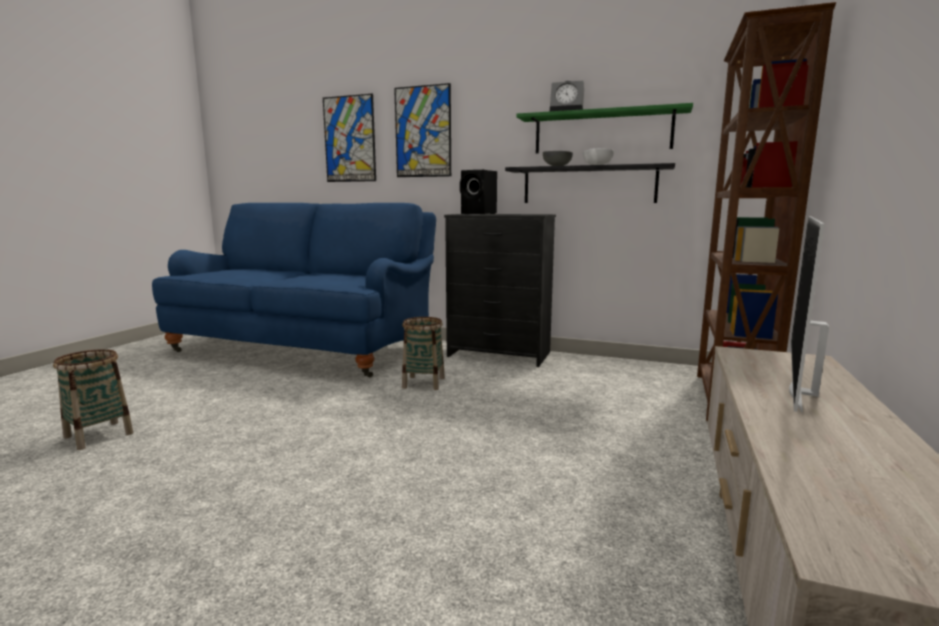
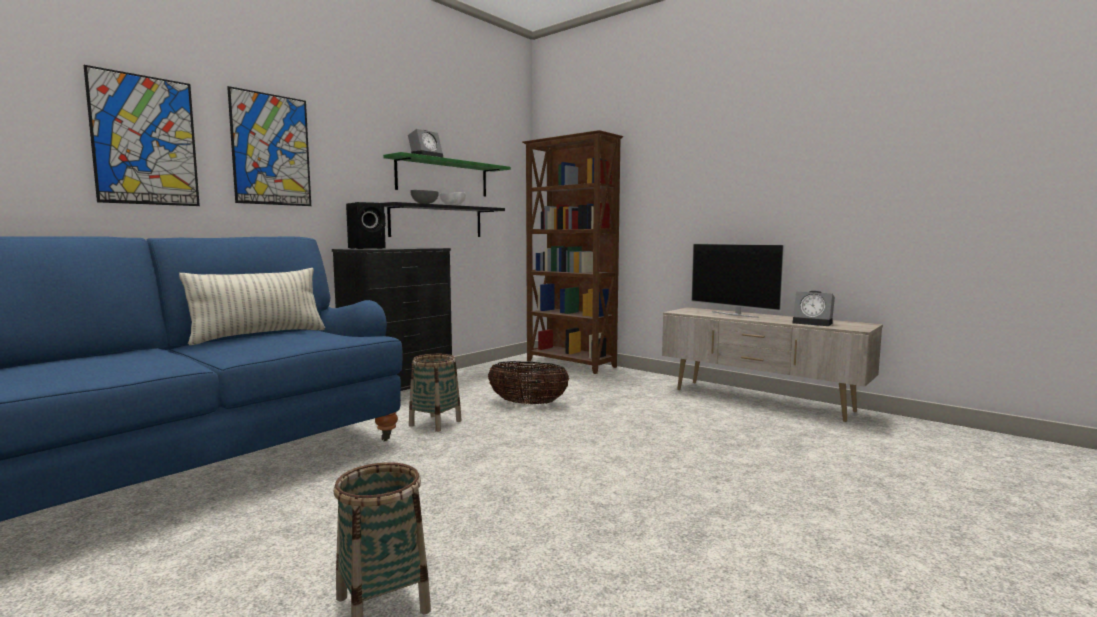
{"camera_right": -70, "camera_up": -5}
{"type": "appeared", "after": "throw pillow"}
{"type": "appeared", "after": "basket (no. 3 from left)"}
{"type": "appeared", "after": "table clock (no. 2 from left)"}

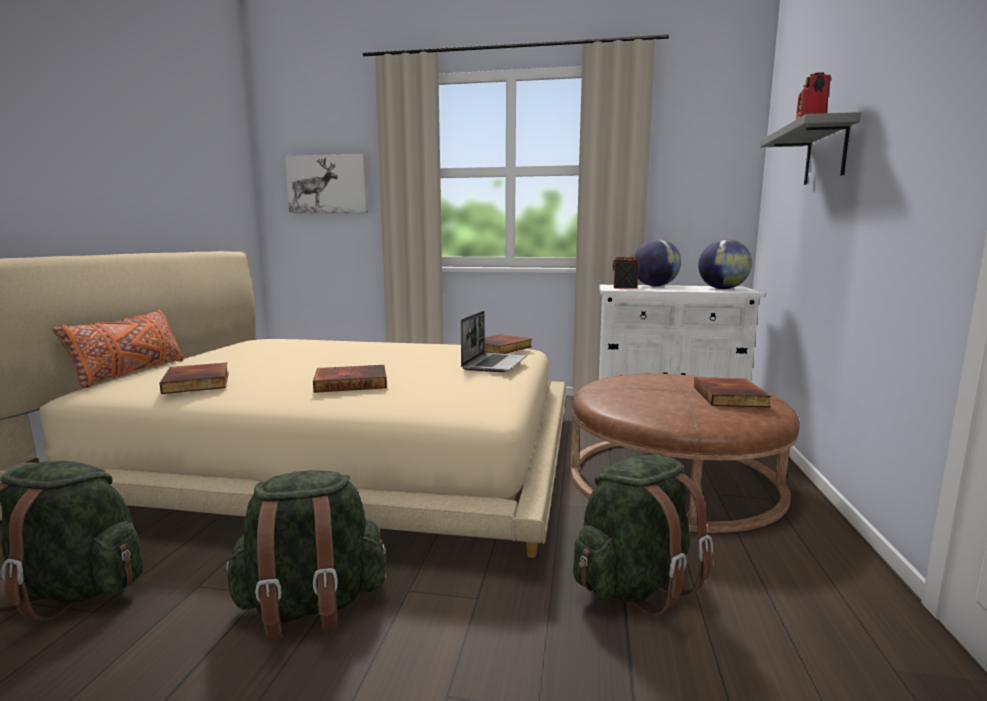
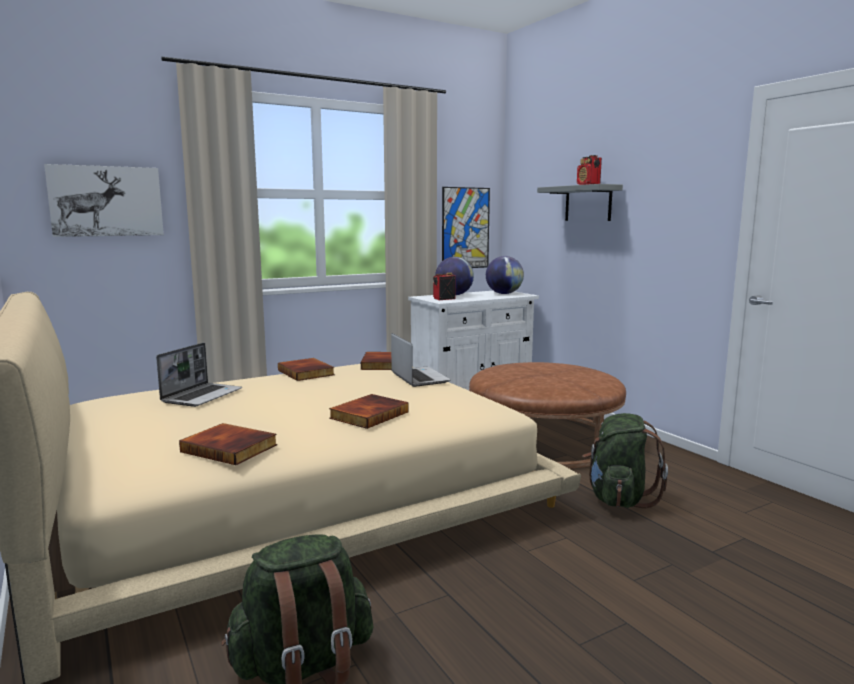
{"camera_right": -40, "camera_up": 0}
{"type": "missing", "before": "orange throw pillow"}
{"type": "missing", "before": "green-coloured backpack (no. 2 from left)"}
{"type": "appeared", "after": "notebook computer (no. 1 from left)"}
{"type": "appeared", "after": "wall art (no. 2 from left)"}
{"type": "relocated", "before": "book (no. 4 from left in the first image)", "after": "book (no. 2 from left)"}

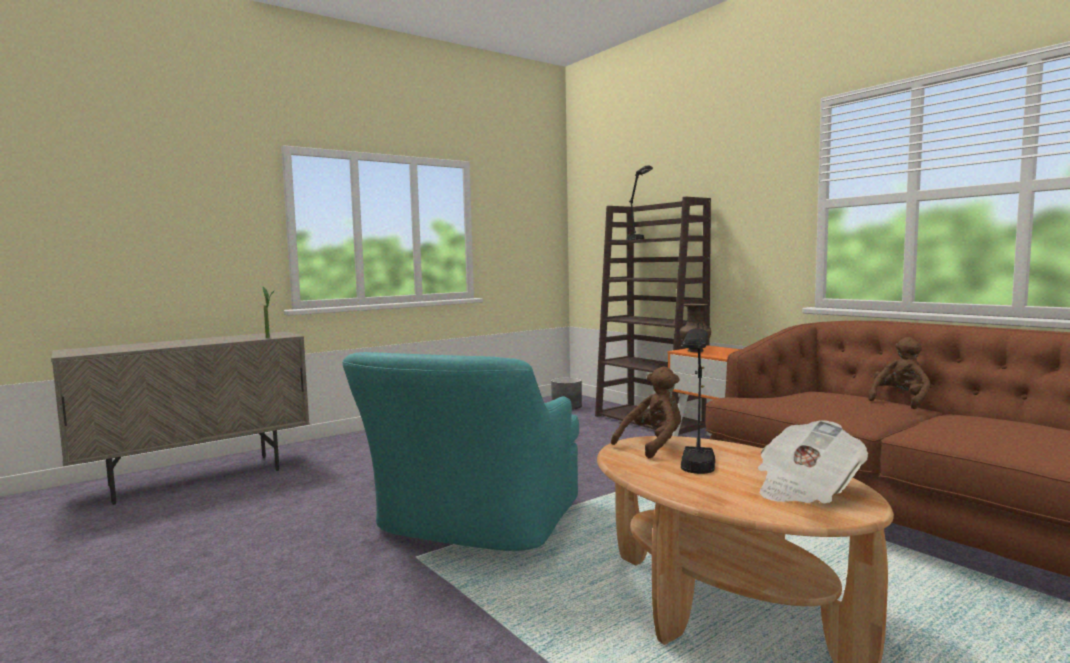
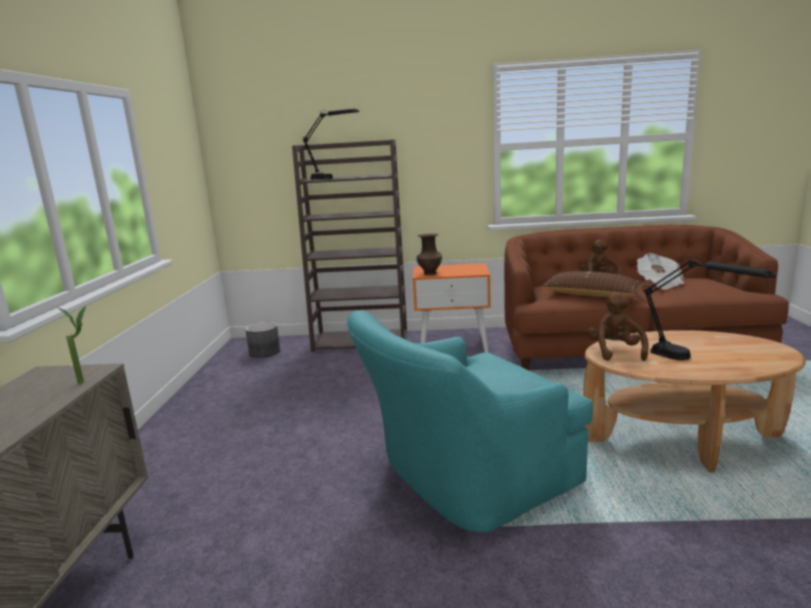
{"camera_right": -50, "camera_up": 10}
{"type": "appeared", "after": "brown throw pillow"}
{"type": "relocated", "before": "daily paper"}
{"type": "spun", "before": "blue-green armchair", "turn": 90}

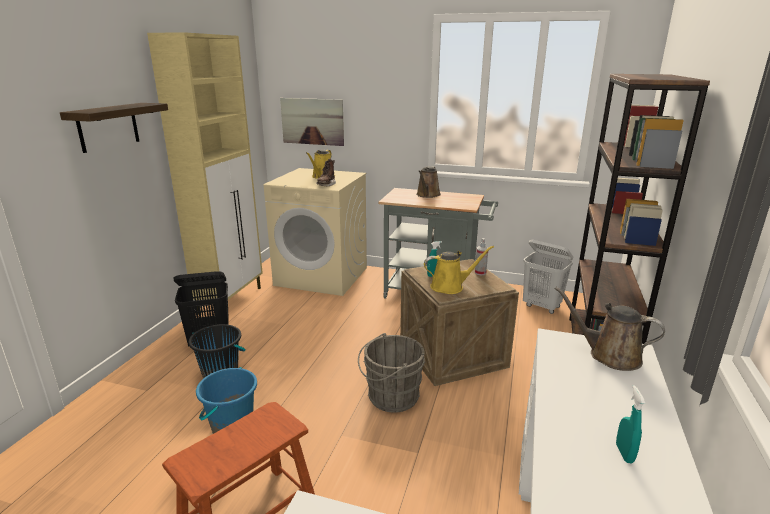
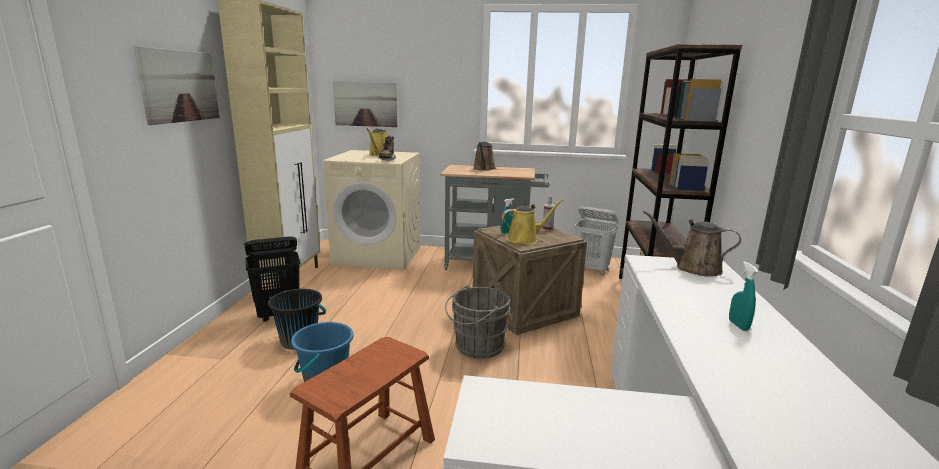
{"camera_right": -10, "camera_up": -5}
{"type": "exchanged", "before": "shelf", "after": "wall art (no. 1 from left)"}

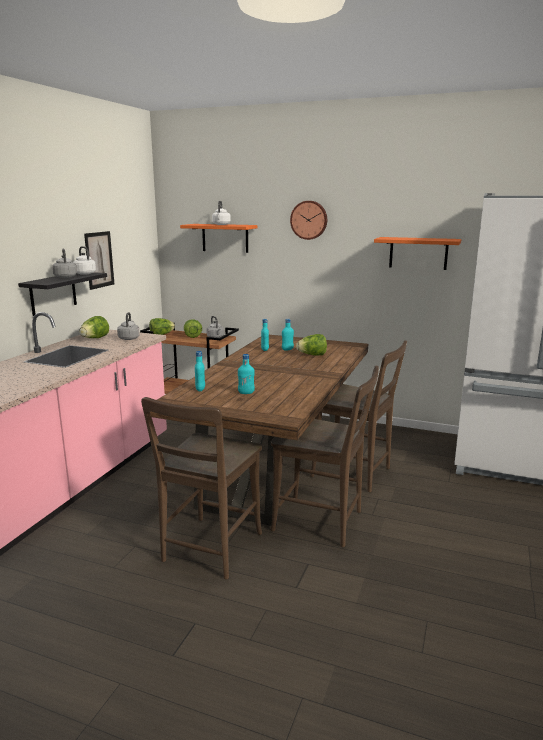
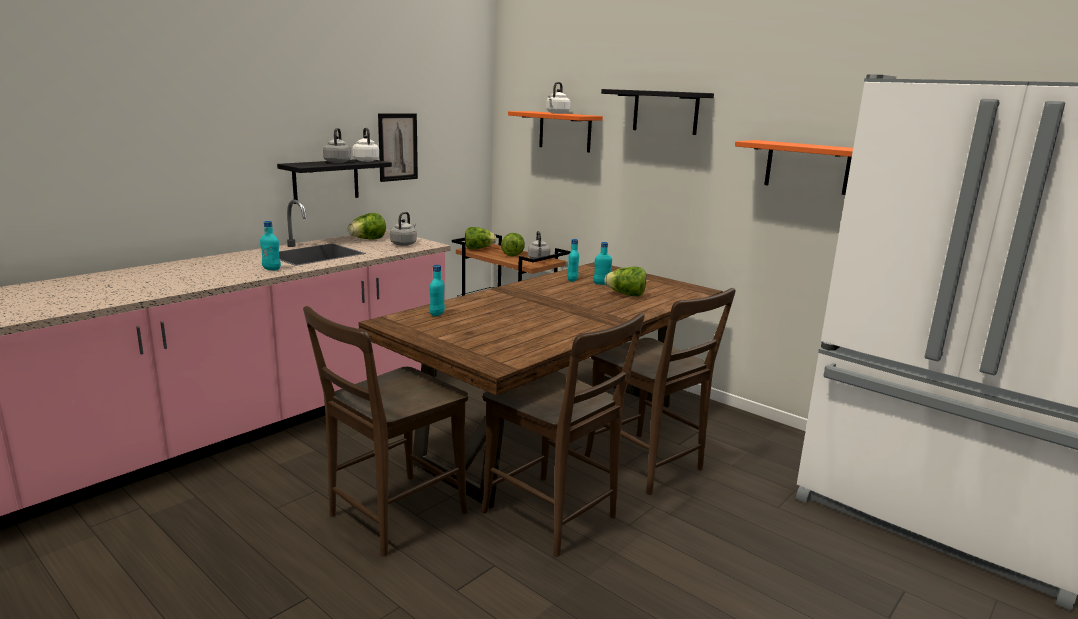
{"camera_right": 20, "camera_up": 0}
{"type": "relocated", "before": "blue-green beverage bottle (no. 2 from left in the first image)", "after": "blue-green beverage bottle (no. 1 from left)"}
{"type": "exchanged", "before": "clock on the wall", "after": "black shelf (no. 2 from left)"}

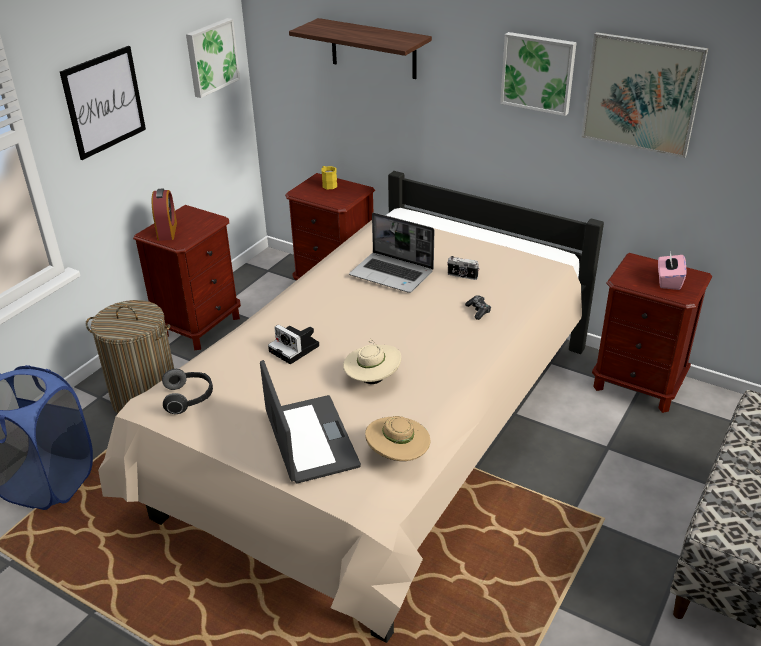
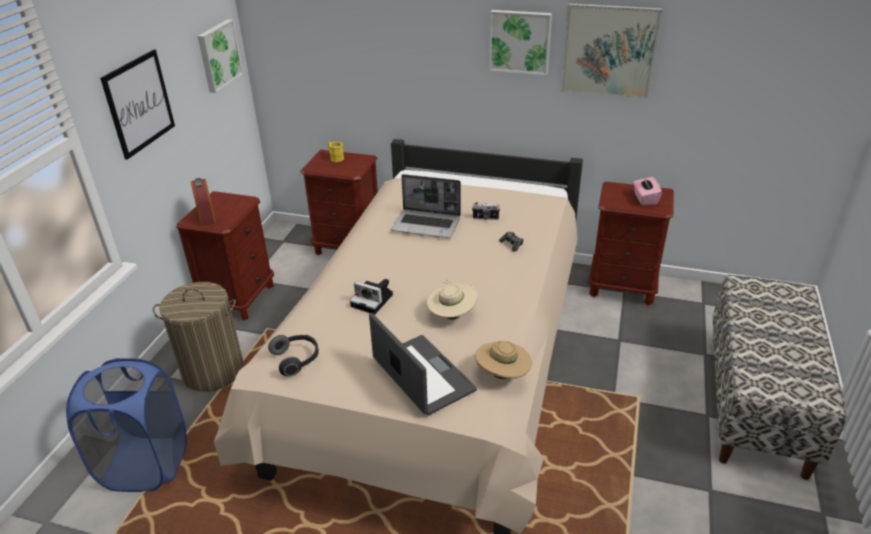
{"camera_right": -15, "camera_up": 0}
{"type": "missing", "before": "shelf"}

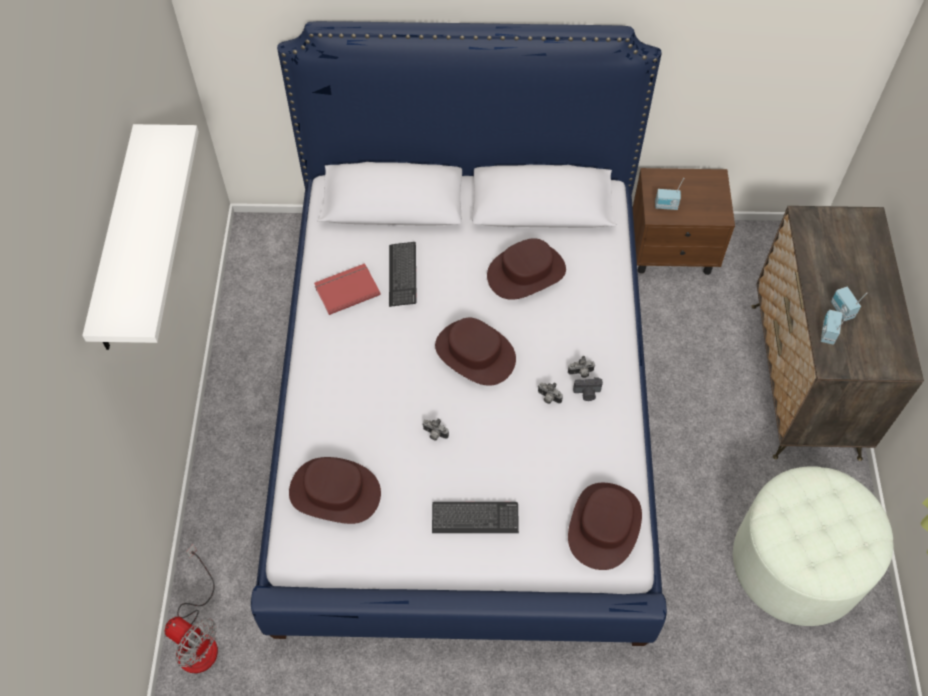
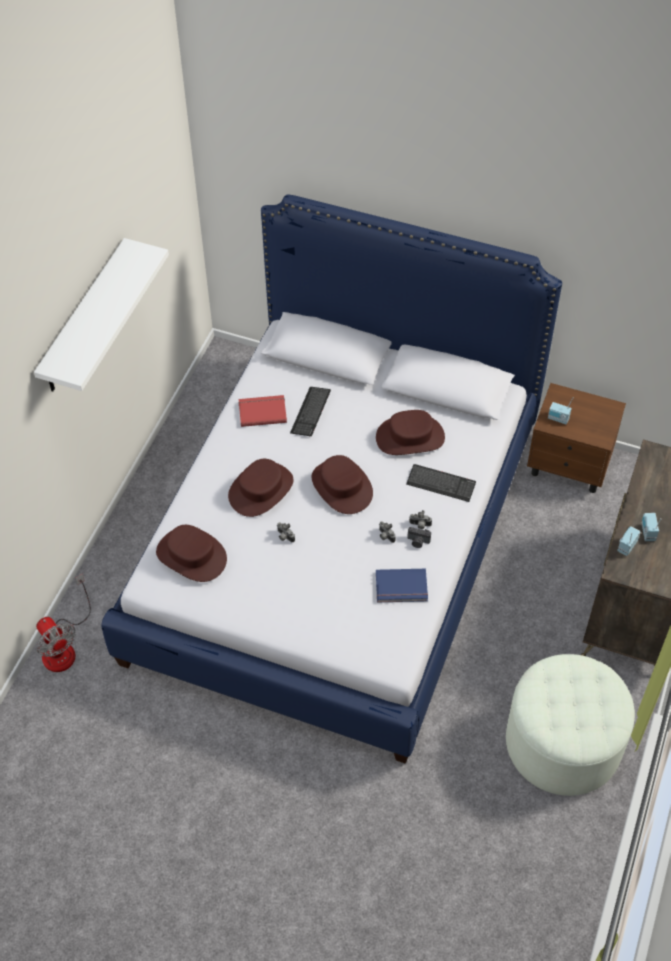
{"camera_right": 20, "camera_up": -5}
{"type": "appeared", "after": "bluish book"}
{"type": "relocated", "before": "computer keyboard (no. 2 from left)"}
{"type": "relocated", "before": "brown hat (no. 4 from left in the first image)", "after": "brown hat (no. 2 from left)"}

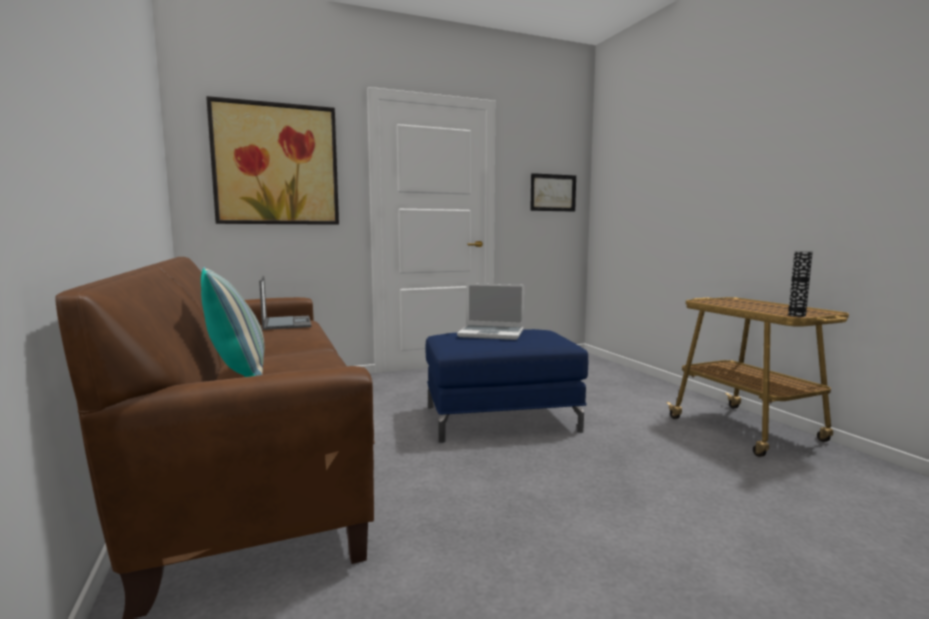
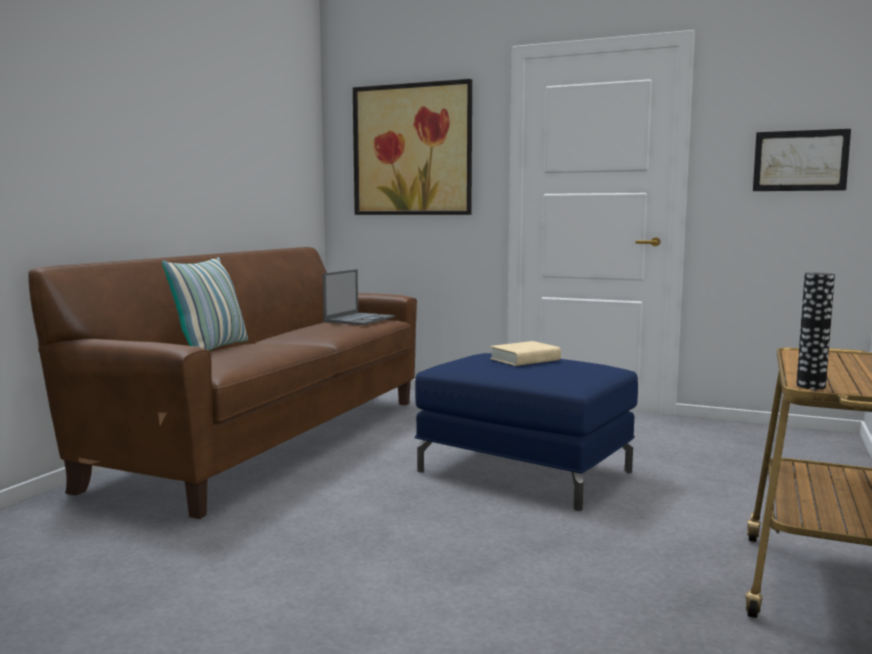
{"camera_right": 45, "camera_up": 0}
{"type": "exchanged", "before": "notebook computer (no. 2 from left)", "after": "beige-coloured book"}

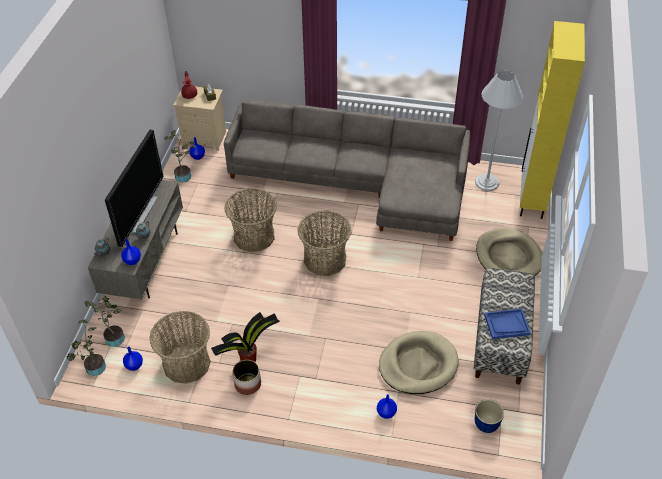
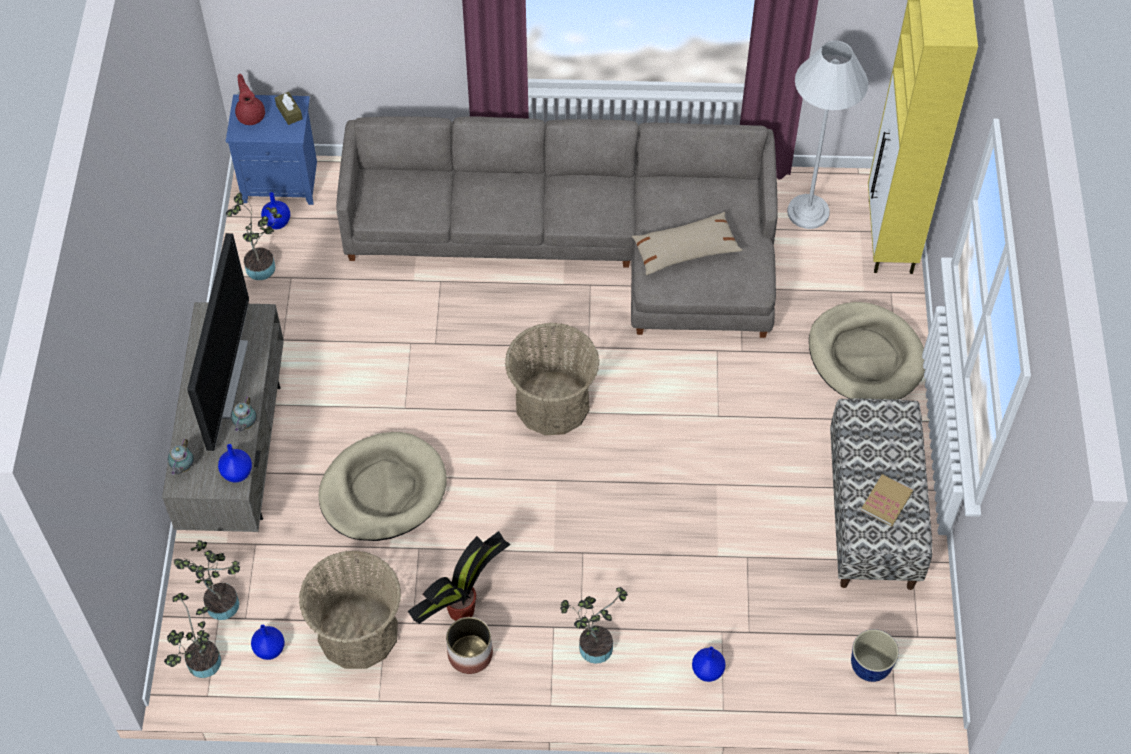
{"camera_right": -10, "camera_up": 10}
{"type": "missing", "before": "basket (no. 2 from left)"}
{"type": "appeared", "after": "houseplant (no. 5 from left)"}
{"type": "appeared", "after": "beige-coloured throw pillow"}
{"type": "relocated", "before": "beige-coloured dog bed (no. 1 from left)"}
{"type": "exchanged", "before": "bluish serving tray", "after": "book"}
{"type": "colour", "before": "beige-coloured night table", "after": "bluish night table"}

